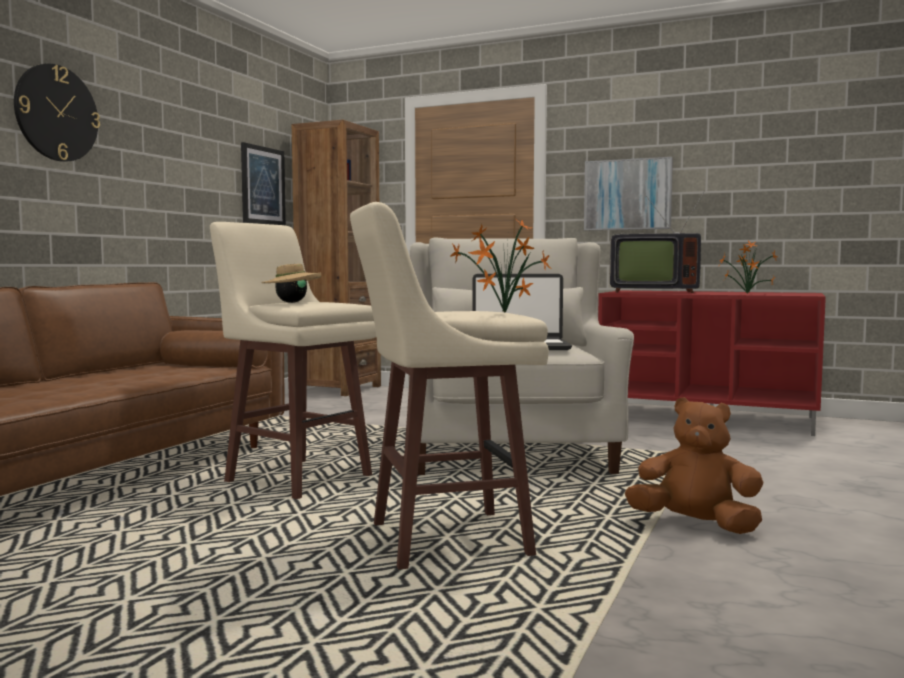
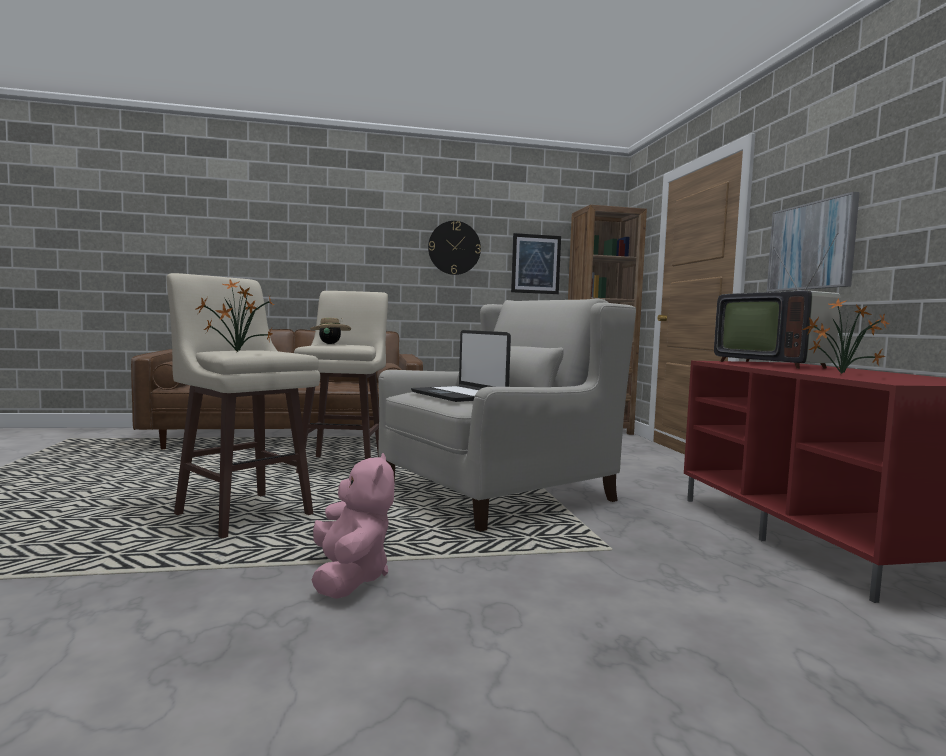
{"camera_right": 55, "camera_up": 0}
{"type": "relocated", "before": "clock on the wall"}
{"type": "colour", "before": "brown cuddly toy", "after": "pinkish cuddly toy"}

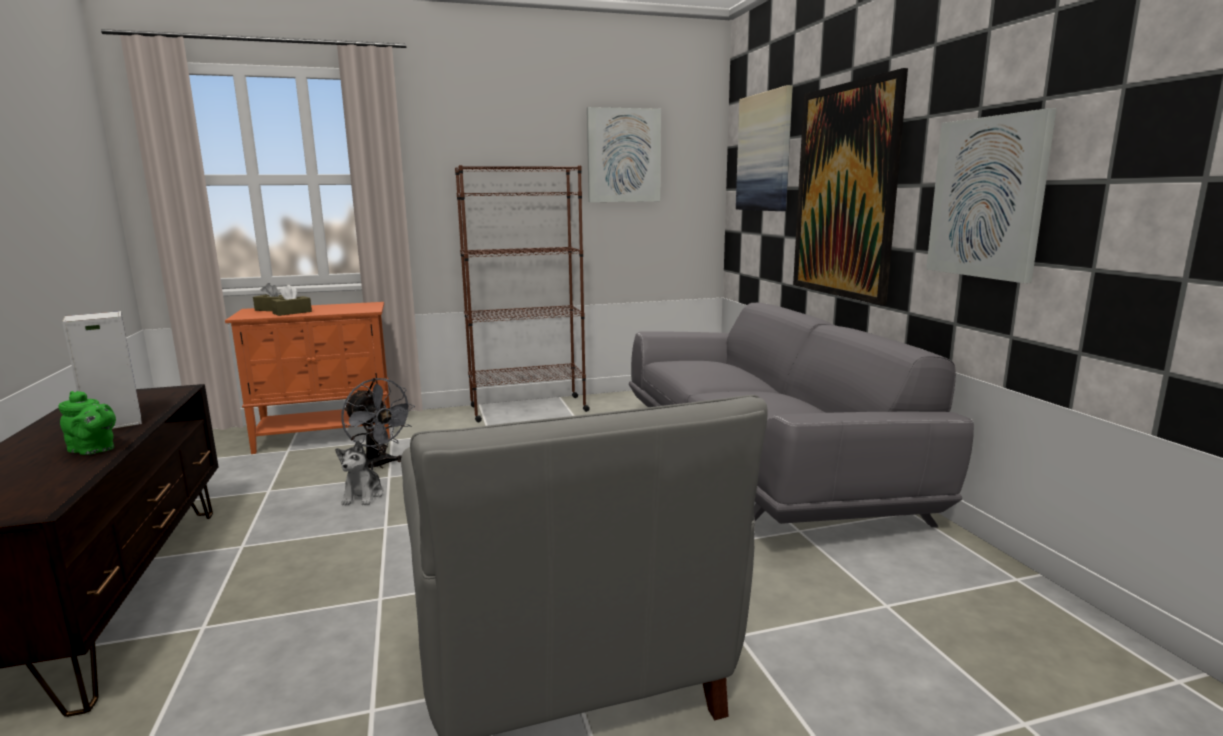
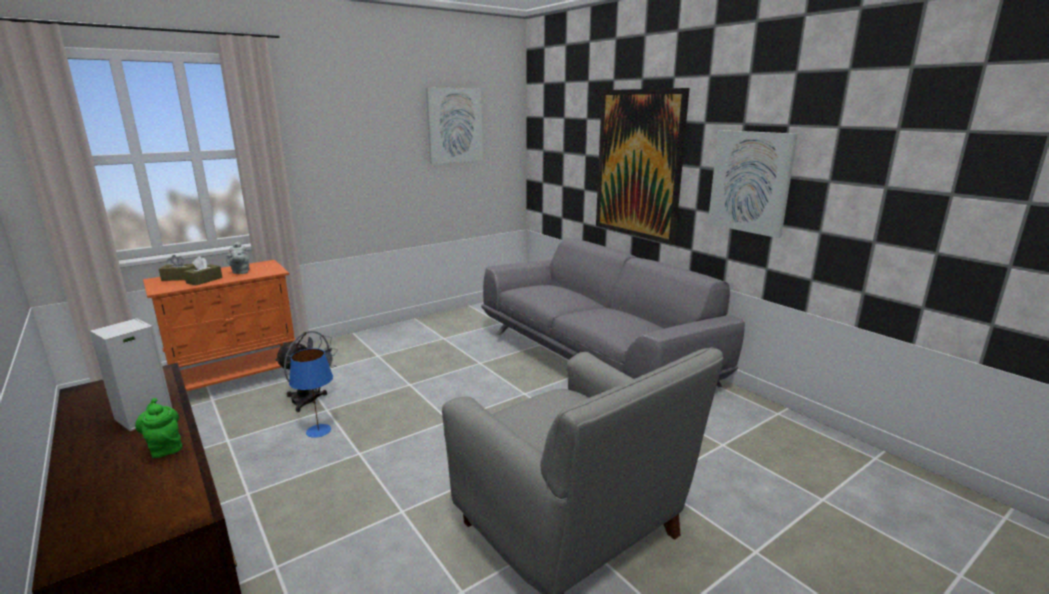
{"camera_right": -20, "camera_up": 5}
{"type": "missing", "before": "brown shelving unit"}
{"type": "missing", "before": "wall art (no. 2 from left)"}
{"type": "appeared", "after": "gray tea pot"}
{"type": "exchanged", "before": "cuddly toy", "after": "bluish lamp for a table"}
{"type": "spun", "before": "green-coloured tea pot", "turn": -135}

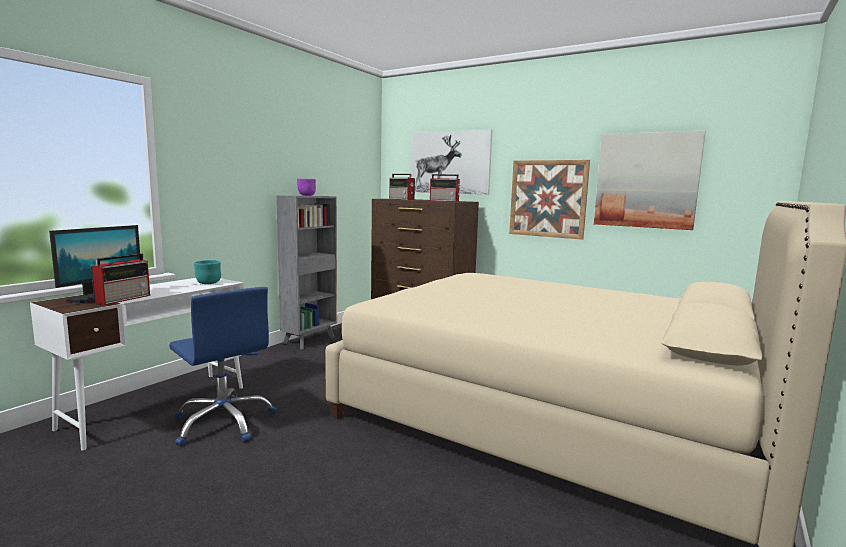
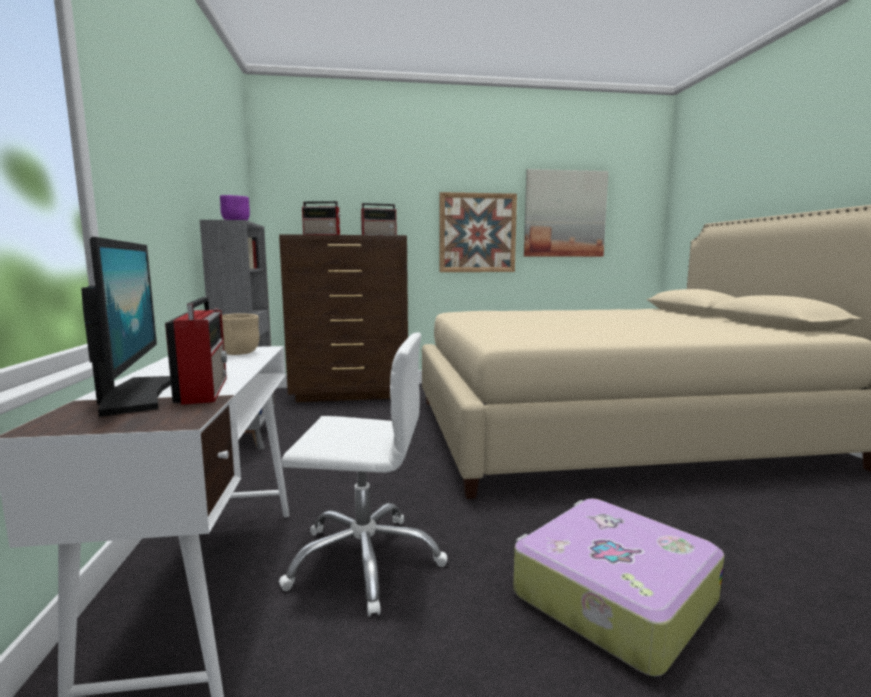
{"camera_right": -40, "camera_up": 0}
{"type": "missing", "before": "wall art (no. 1 from left)"}
{"type": "appeared", "after": "travel case"}
{"type": "colour", "before": "bluish office chair", "after": "white-coloured office chair"}
{"type": "colour", "before": "blue-green serving bowl", "after": "beige-coloured serving bowl"}

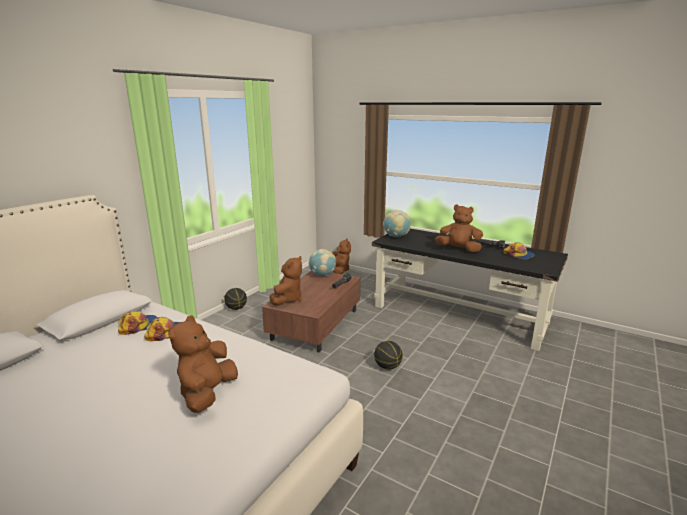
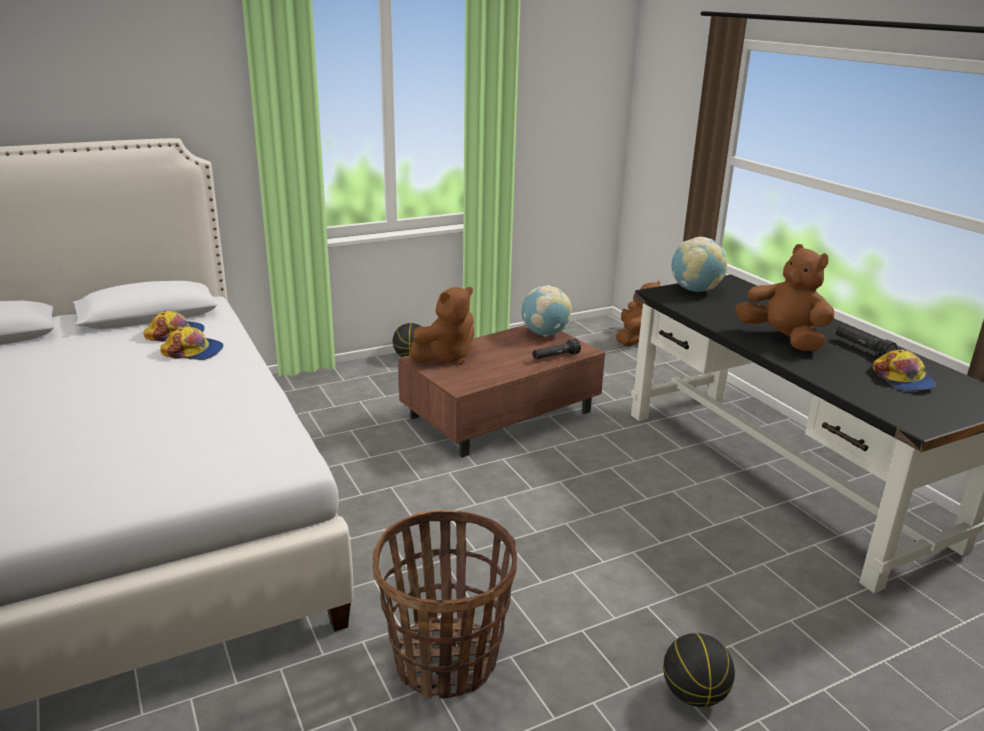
{"camera_right": 30, "camera_up": 5}
{"type": "missing", "before": "brown cuddly toy (no. 1 from left)"}
{"type": "appeared", "after": "basket"}
{"type": "relocated", "before": "basketball (no. 2 from left)"}

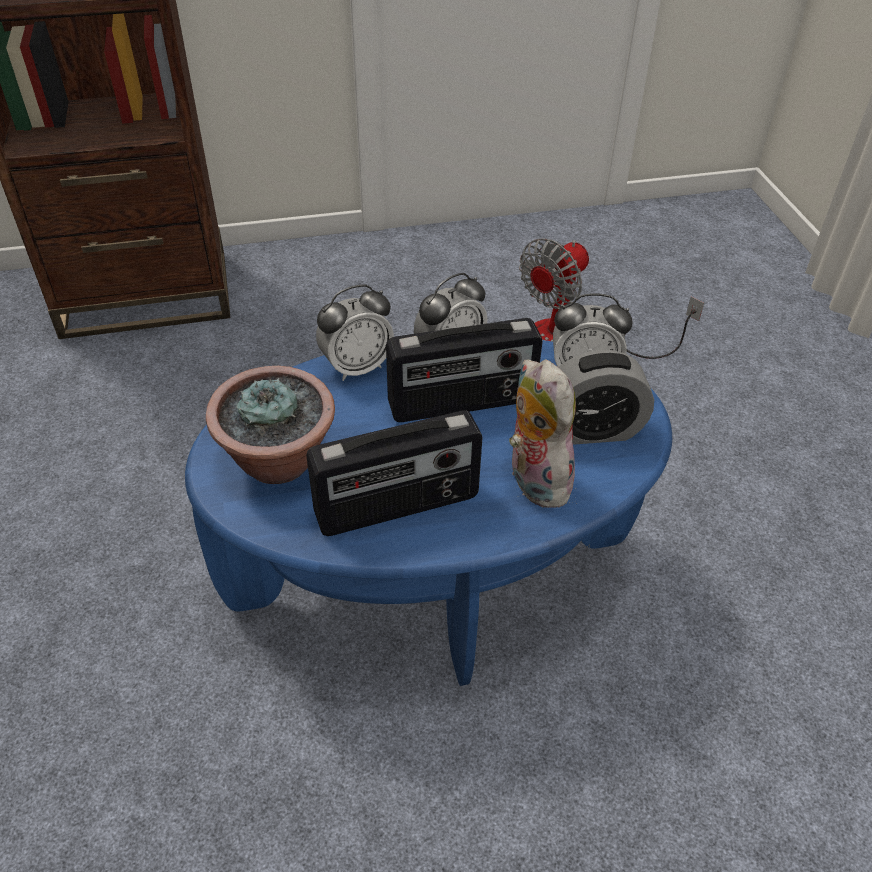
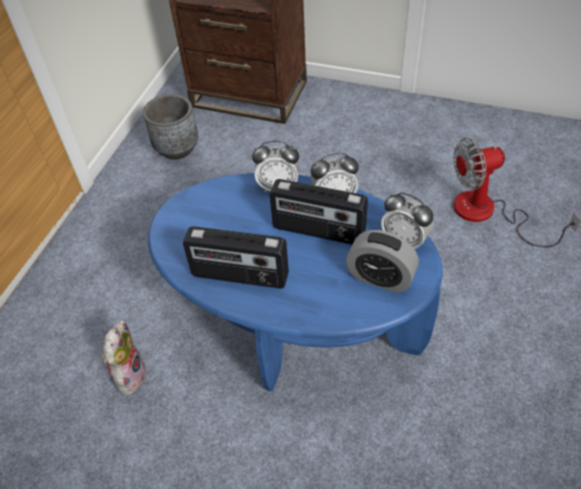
{"camera_right": 35, "camera_up": 5}
{"type": "missing", "before": "houseplant"}
{"type": "appeared", "after": "gray flower pot"}
{"type": "relocated", "before": "cuddly toy"}

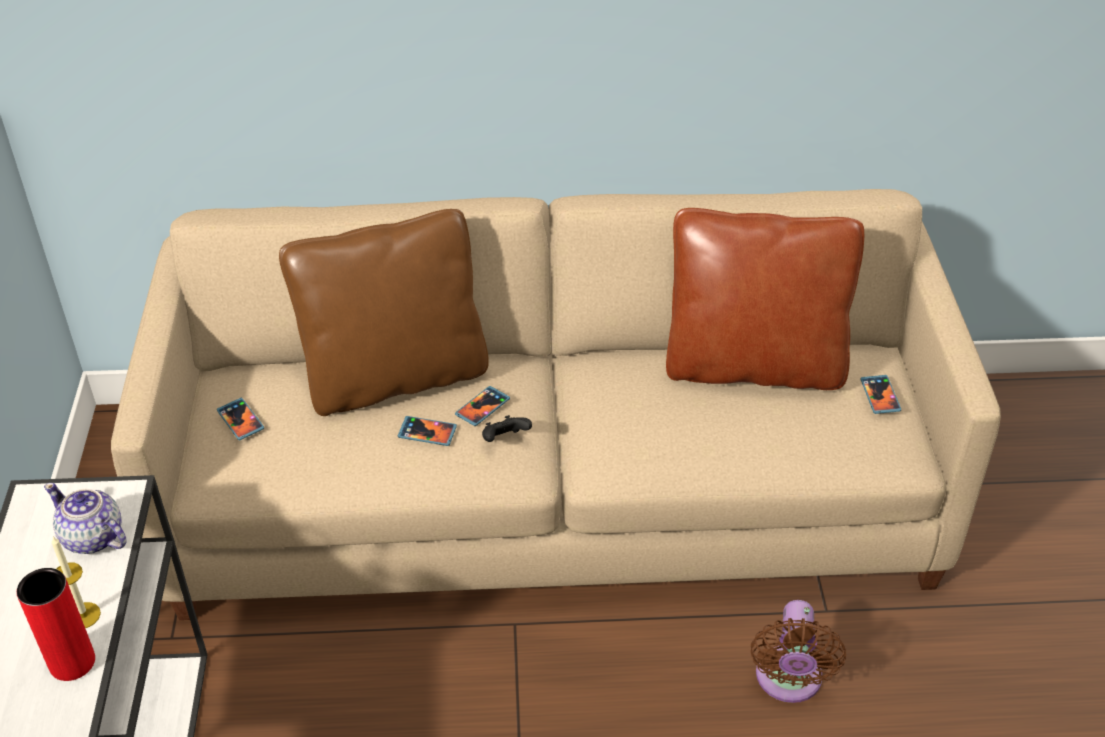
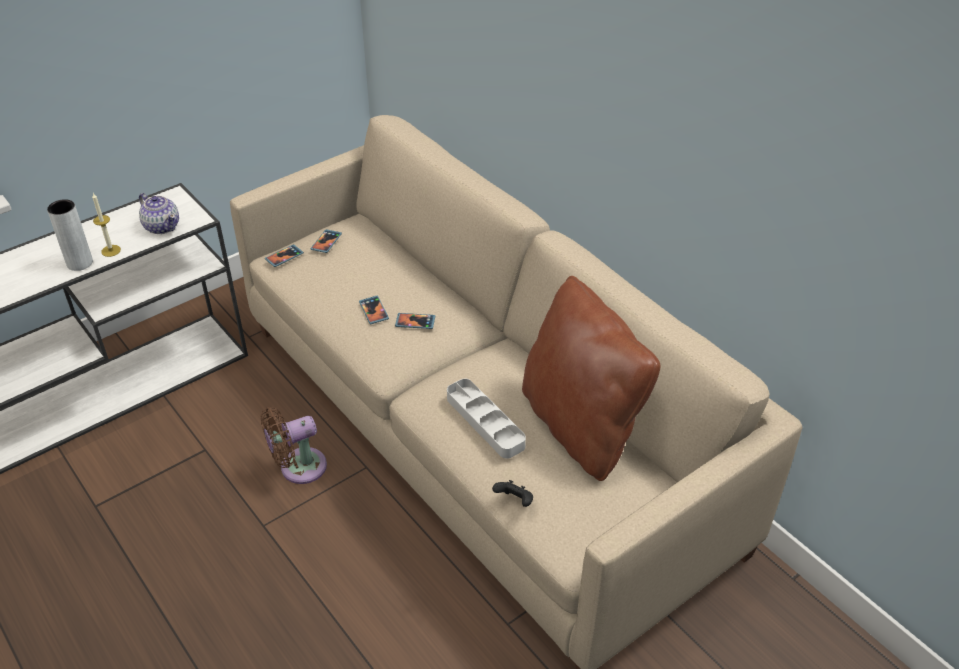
{"camera_right": 55, "camera_up": 0}
{"type": "missing", "before": "brown throw pillow (no. 1 from left)"}
{"type": "appeared", "after": "gray serving tray"}
{"type": "relocated", "before": "black gamepad"}
{"type": "relocated", "before": "brown electric fan"}
{"type": "relocated", "before": "phone (no. 4 from left in the first image)", "after": "phone (no. 1 from left)"}
{"type": "colour", "before": "red vase", "after": "gray vase"}
{"type": "spun", "before": "tea pot", "turn": 135}

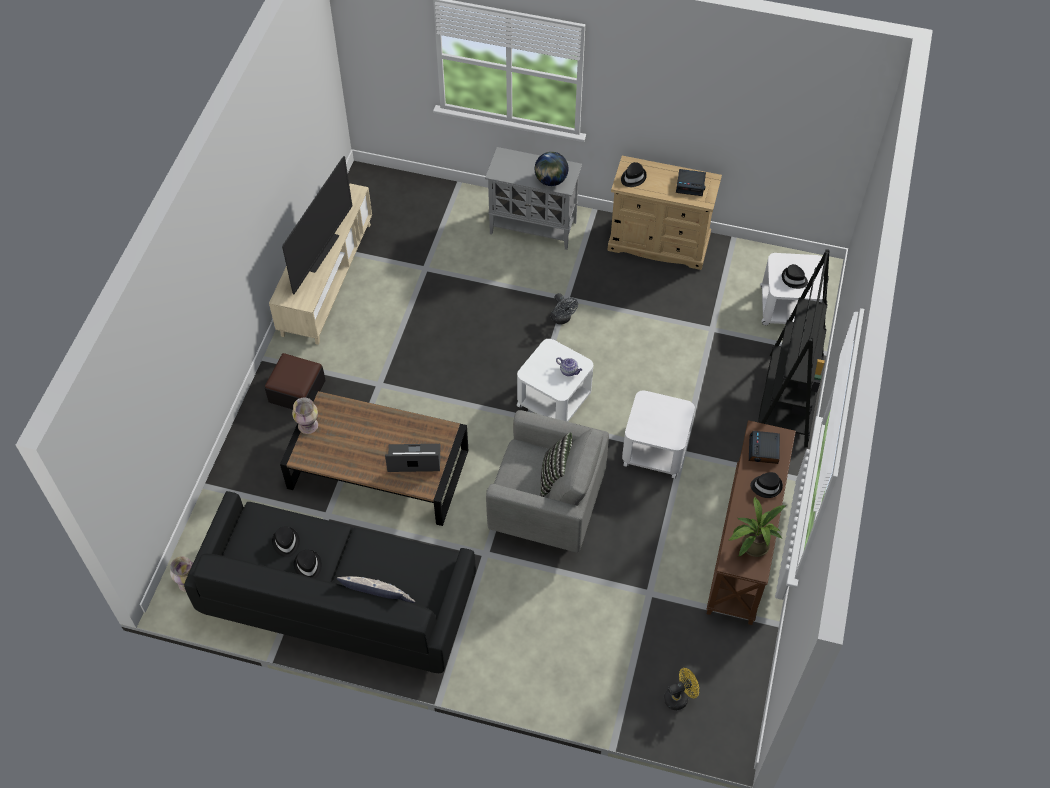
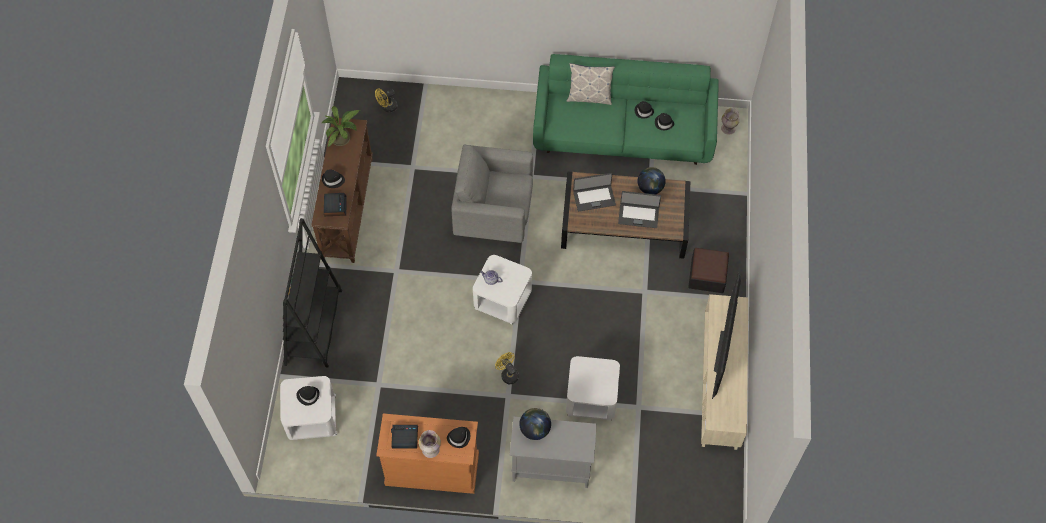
{"camera_right": 170, "camera_up": 5}
{"type": "missing", "before": "throw pillow (no. 2 from left)"}
{"type": "appeared", "after": "notebook computer (no. 2 from left)"}
{"type": "appeared", "after": "world globe (no. 2 from left)"}
{"type": "relocated", "before": "vase (no. 2 from left in the first image)", "after": "vase (no. 1 from left)"}
{"type": "relocated", "before": "white-coloured accent table (no. 2 from left in the first image)", "after": "white-coloured accent table (no. 3 from left)"}
{"type": "colour", "before": "black couch", "after": "green-coloured couch"}
{"type": "colour", "before": "gray electric fan", "after": "yellow electric fan (no. 2 from left)"}
{"type": "colour", "before": "beige-coloured dresser", "after": "orange dresser"}

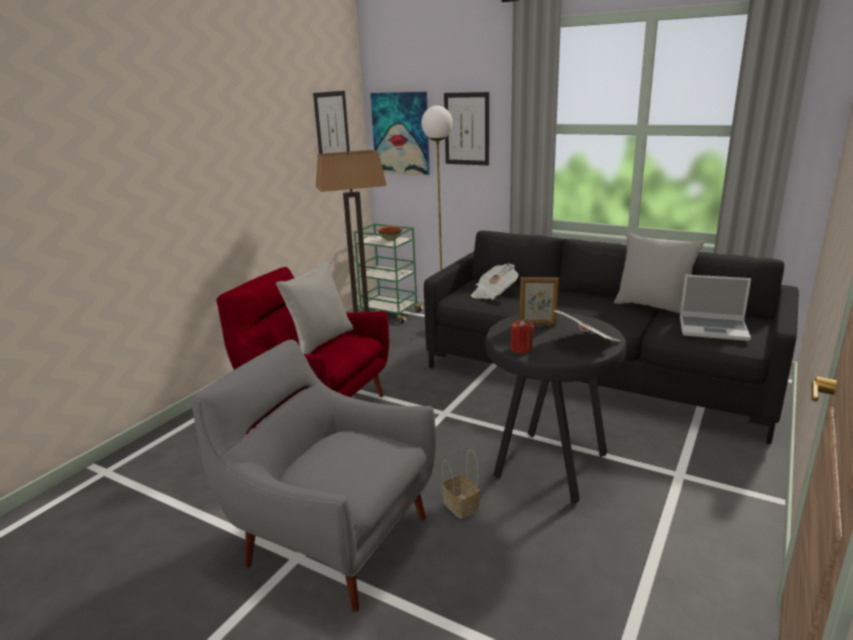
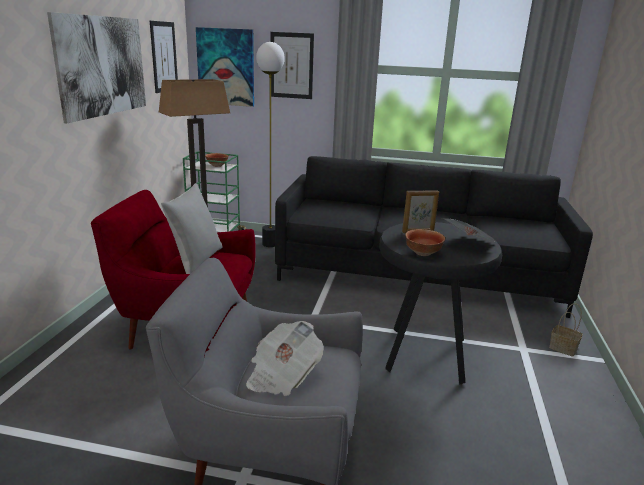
{"camera_right": -20, "camera_up": 0}
{"type": "missing", "before": "gray throw pillow (no. 2 from left)"}
{"type": "missing", "before": "notebook computer"}
{"type": "appeared", "after": "wall art (no. 1 from left)"}
{"type": "relocated", "before": "basket"}
{"type": "relocated", "before": "daily paper (no. 1 from left)"}
{"type": "exchanged", "before": "red candle", "after": "serving bowl (no. 2 from left)"}

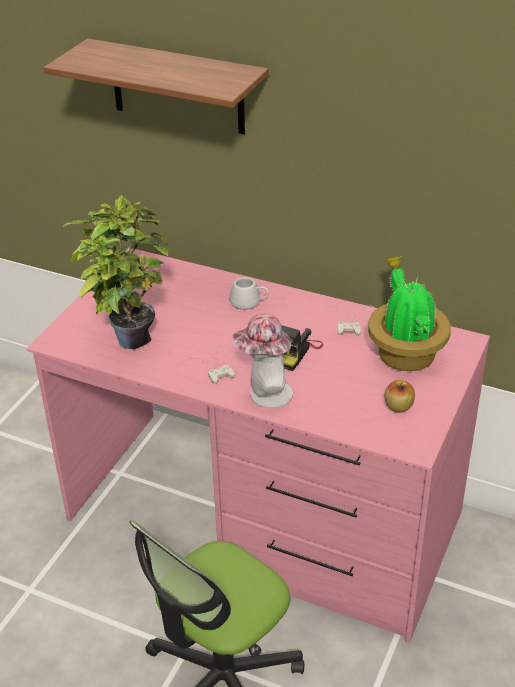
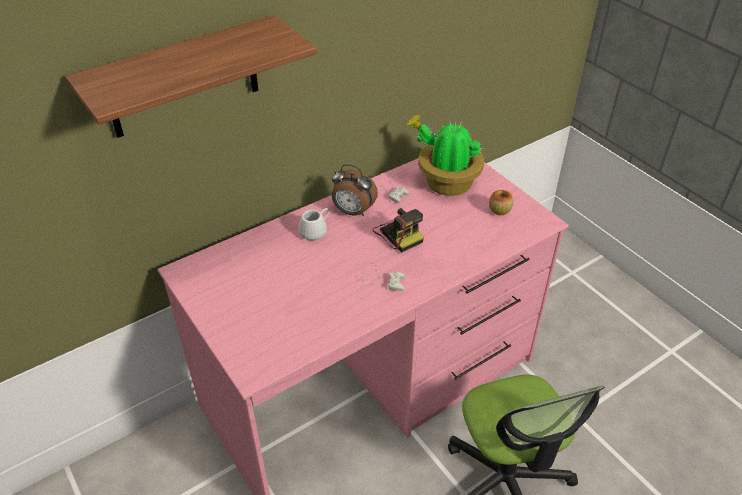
{"camera_right": -60, "camera_up": 5}
{"type": "missing", "before": "houseplant (no. 1 from left)"}
{"type": "missing", "before": "hat"}
{"type": "appeared", "after": "table clock"}

